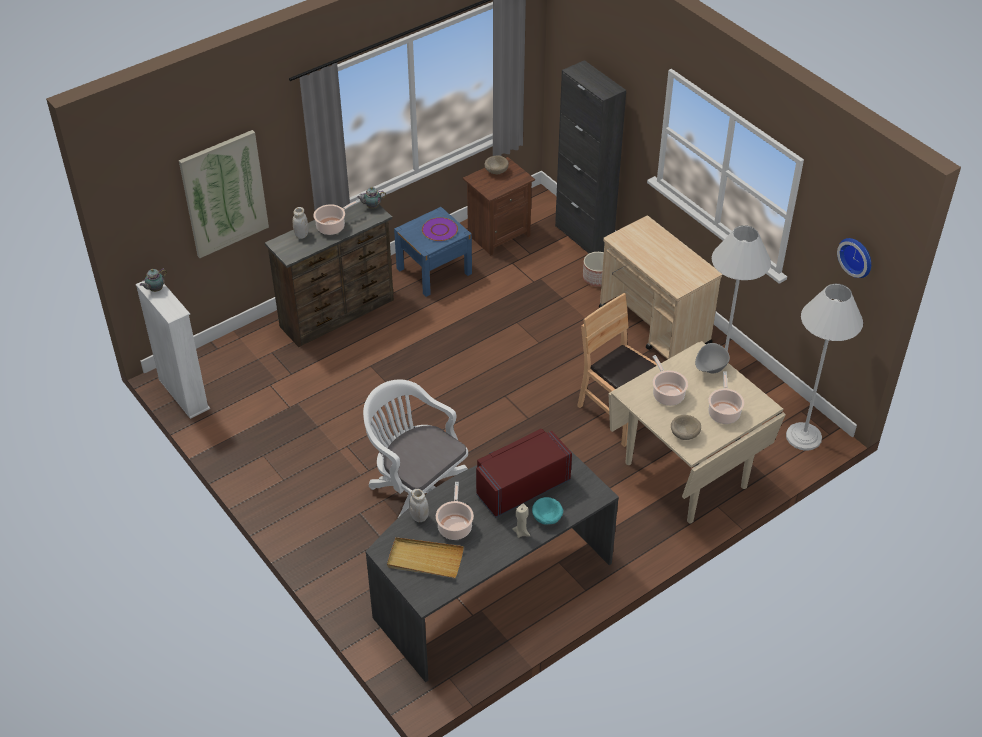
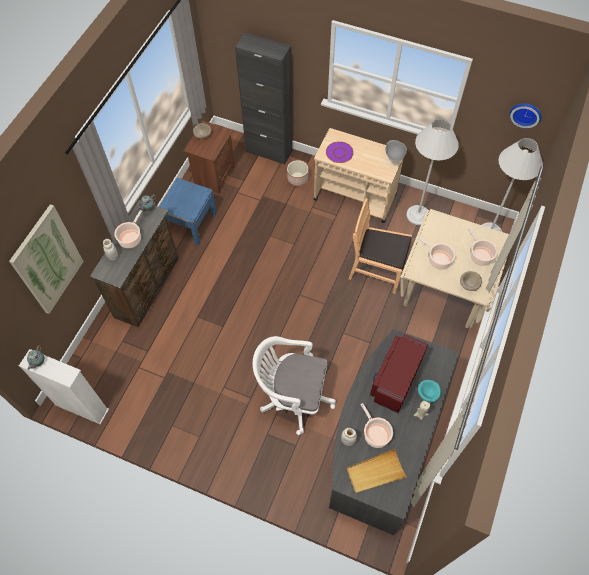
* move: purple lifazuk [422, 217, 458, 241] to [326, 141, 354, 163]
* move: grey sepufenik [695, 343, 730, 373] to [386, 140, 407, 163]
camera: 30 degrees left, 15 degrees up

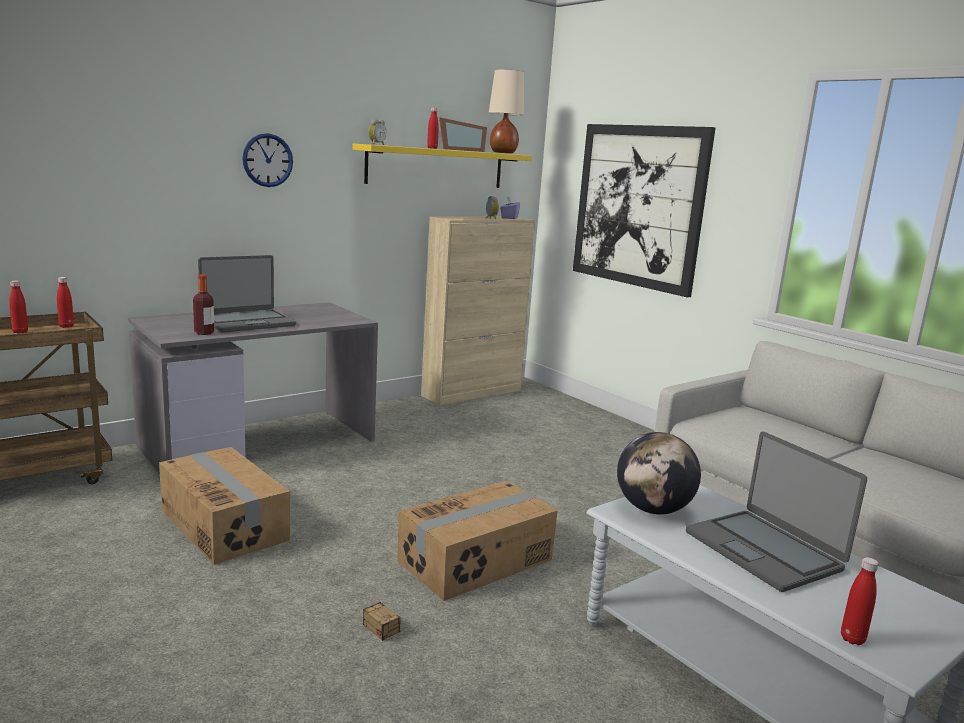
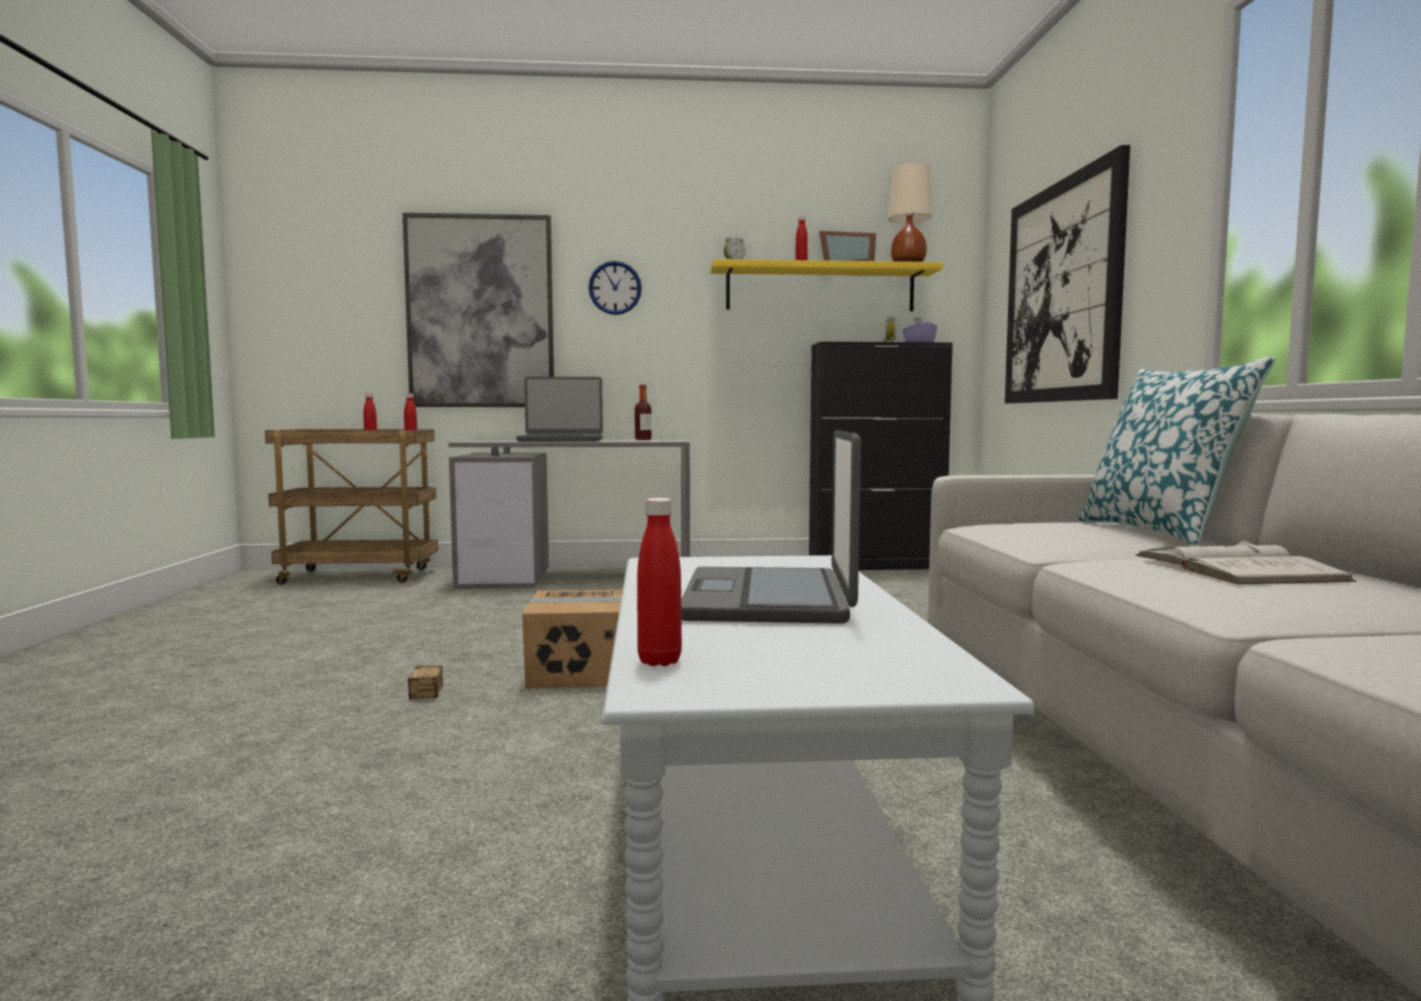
* insert: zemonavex [403, 213, 554, 407]
* move: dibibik [193, 274, 214, 335] to [635, 385, 652, 440]
* recolor: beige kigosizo [421, 216, 535, 405] to black kigosizo [809, 342, 953, 570]
* insert: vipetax [1078, 356, 1276, 546]
* insert: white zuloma [1135, 540, 1356, 584]
* delete: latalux [159, 447, 290, 565]
* delete: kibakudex [617, 432, 701, 514]
camera: 35 degrees right, 10 degrees down

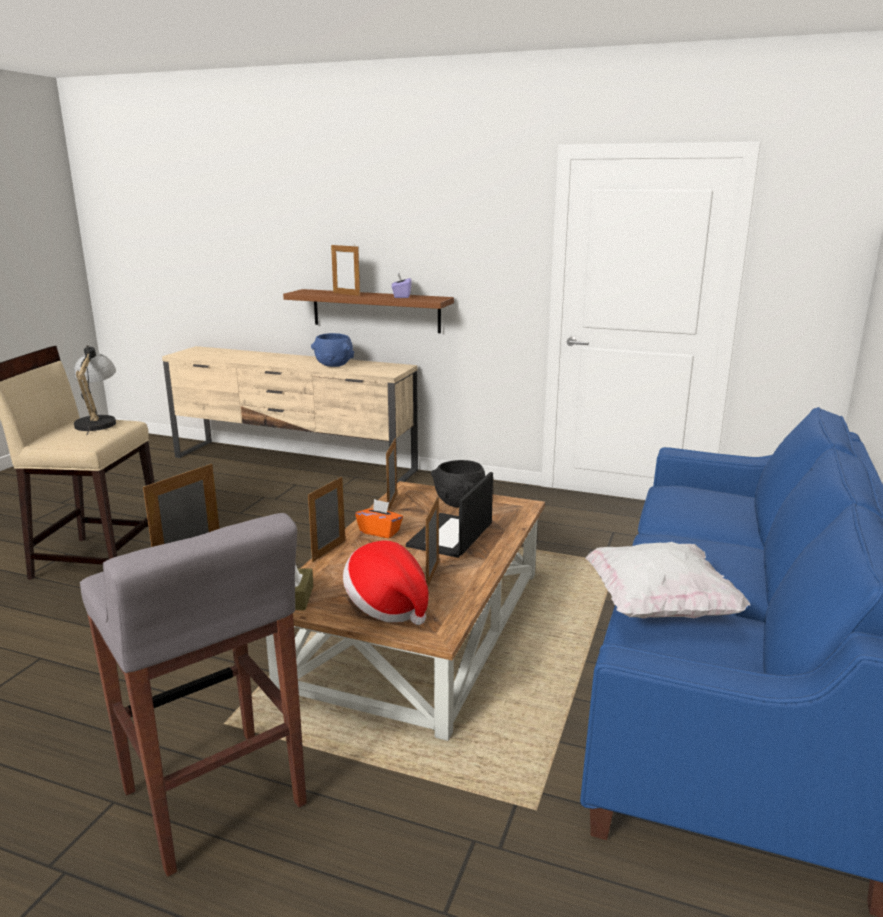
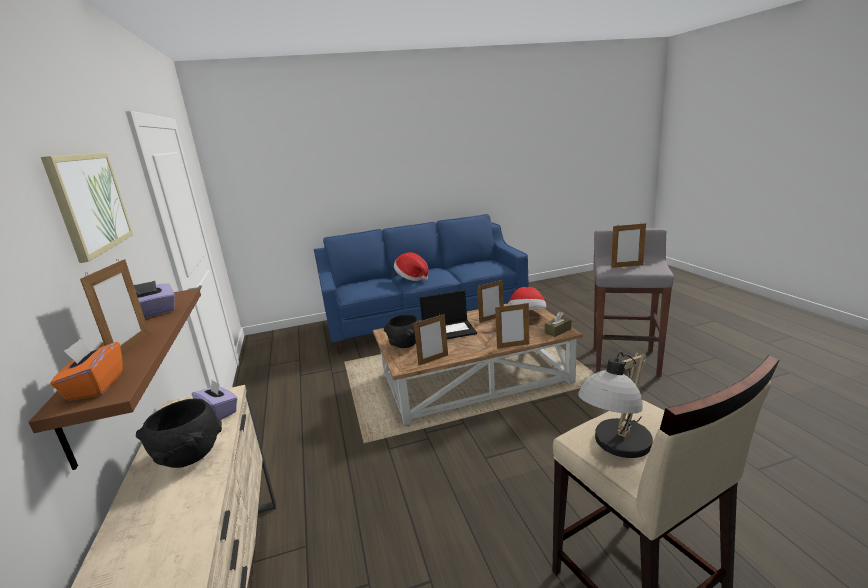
* insert: zemonavex [41, 153, 133, 263]
* move: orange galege [355, 499, 403, 539] to [50, 339, 123, 401]
* recolor: blue sepufenik [311, 333, 354, 367] to black sepufenik [136, 398, 222, 468]
* insert: purple galege [192, 380, 238, 420]
* insert: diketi [394, 252, 428, 281]
* delete: white vipetax [585, 542, 750, 619]
camera: 125 degrees left, 0 degrees up

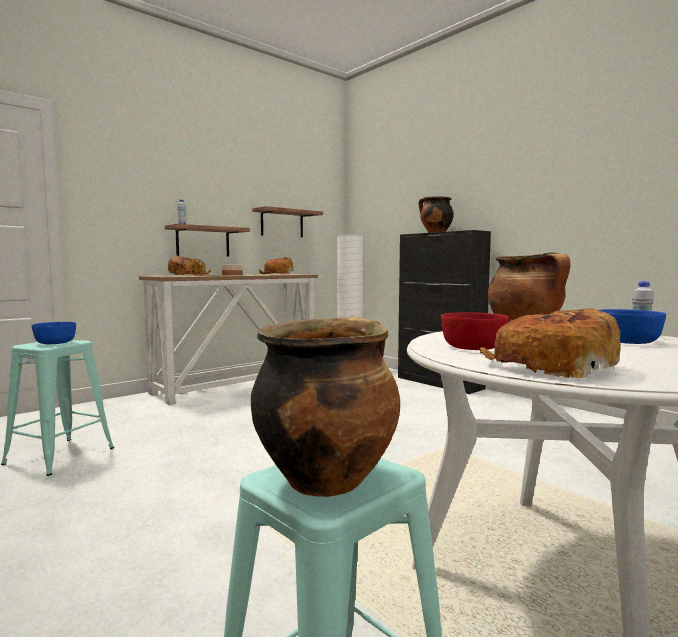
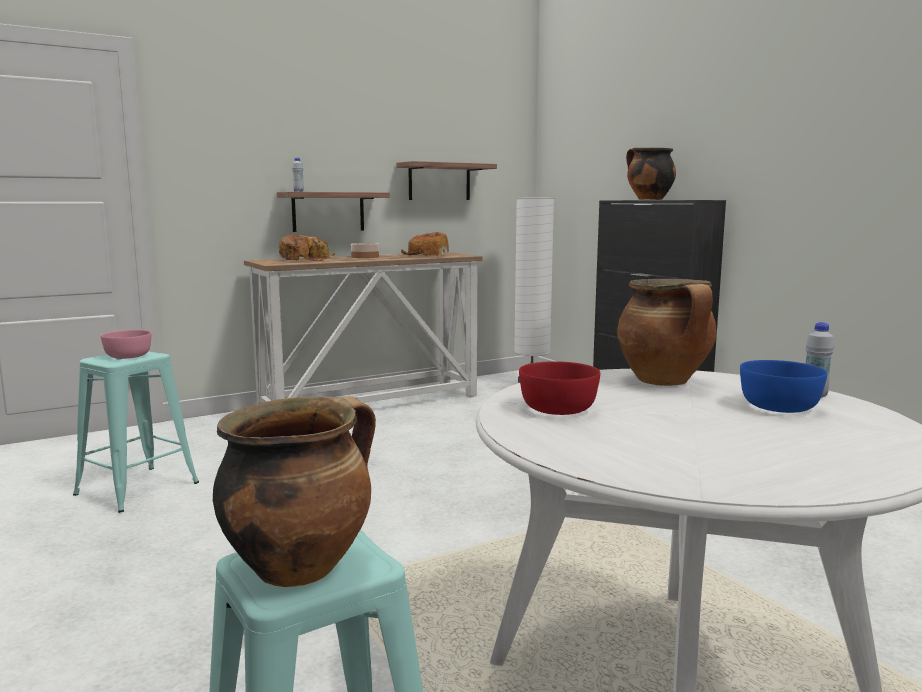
* recolor: blue sepufenik [31, 322, 76, 344] to pink sepufenik [101, 330, 152, 359]
* delete: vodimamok [480, 308, 621, 378]
camera: 10 degrees right, 5 degrees up

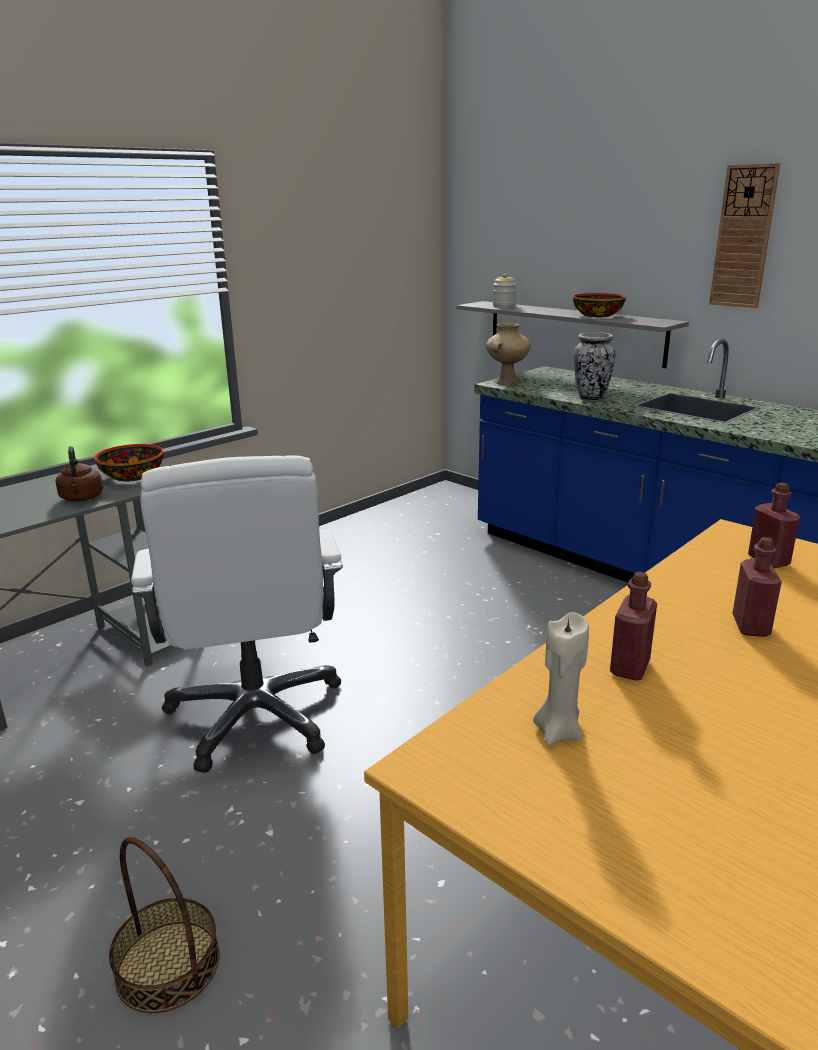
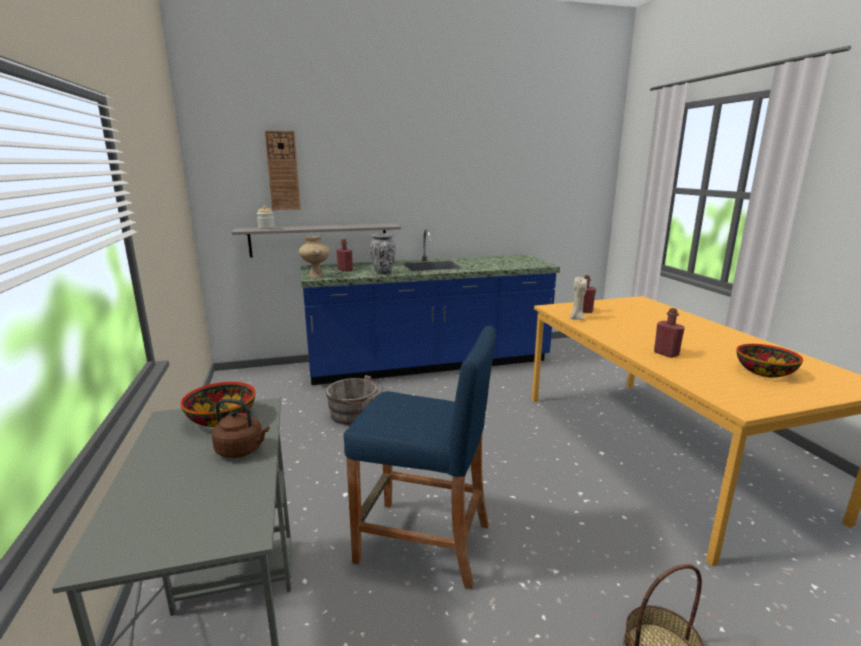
* move: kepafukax [709, 163, 780, 308] to [264, 130, 301, 210]
* insert: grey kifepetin [326, 375, 384, 425]
* move: red dibibik [732, 537, 782, 637] to [337, 239, 353, 272]
* replace: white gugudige [131, 455, 343, 773] to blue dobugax [344, 326, 496, 590]
* move: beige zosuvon [533, 612, 589, 745] to [570, 277, 587, 320]
* move: sepufenik [573, 293, 626, 317] to [736, 344, 803, 378]
camera: 60 degrees left, 5 degrees down

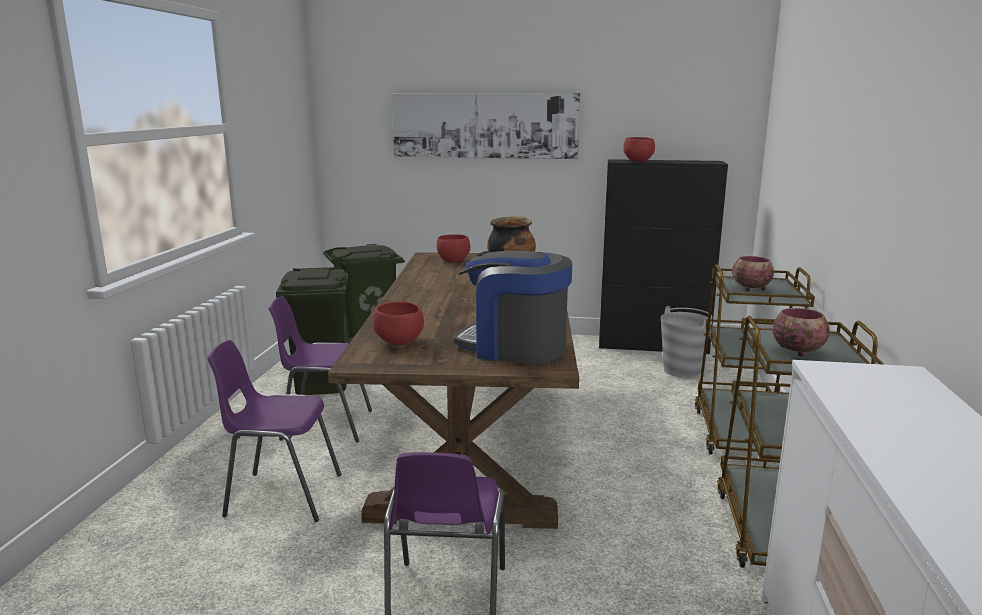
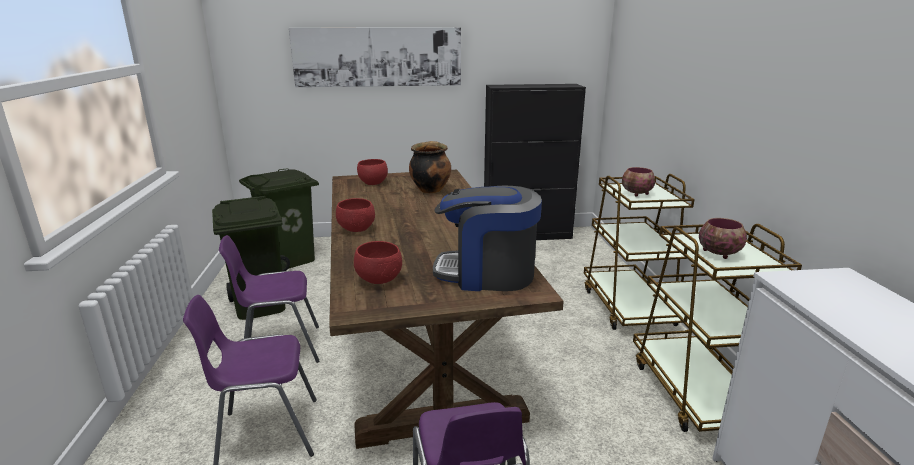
* move: red sepufenik [623, 137, 655, 162] to [336, 198, 375, 232]
* delete: grey kifepetin [661, 306, 712, 378]
camera: 15 degrees left, 5 degrees up

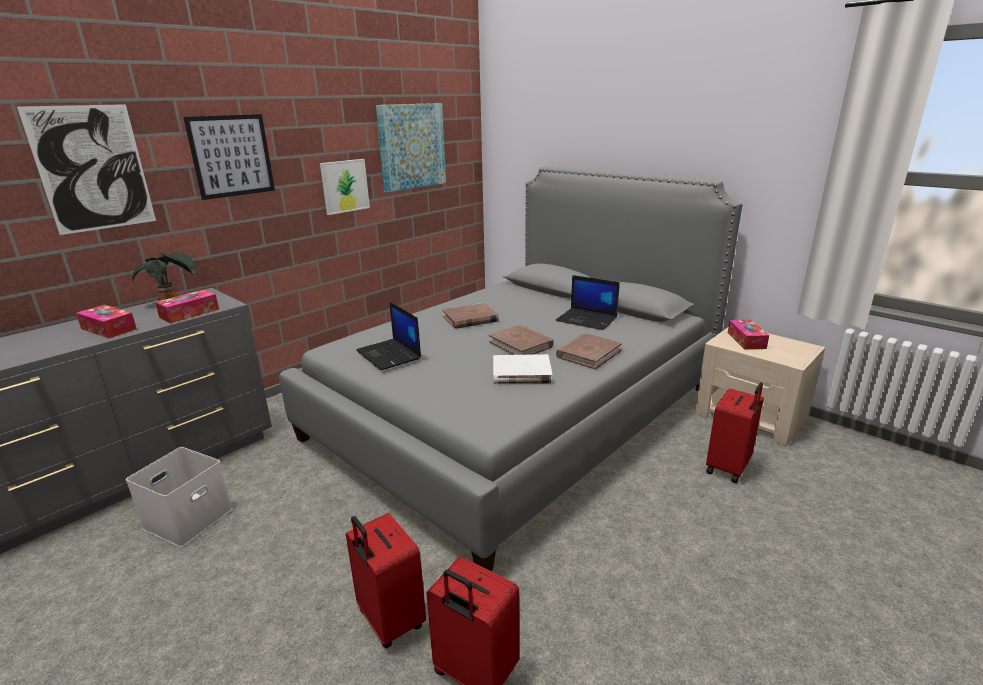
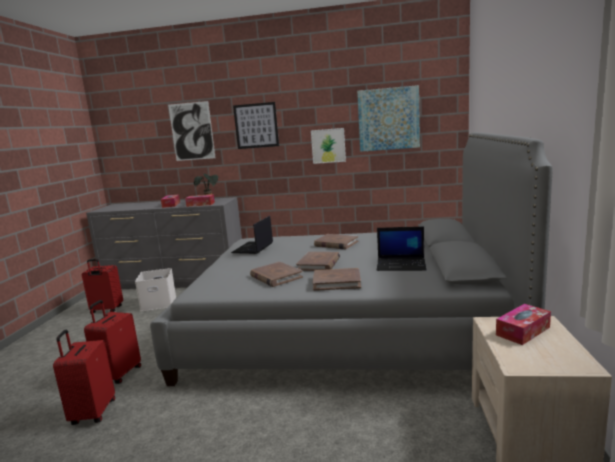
* move: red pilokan [706, 382, 764, 483] to [82, 259, 123, 314]
* recolor: white zuloma [493, 354, 553, 384] to brown zuloma [250, 262, 303, 287]
* rotate: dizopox [555, 275, 620, 330] = [377, 227, 426, 271] 75 degrees counterclockwise
camera: 55 degrees right, 10 degrees down

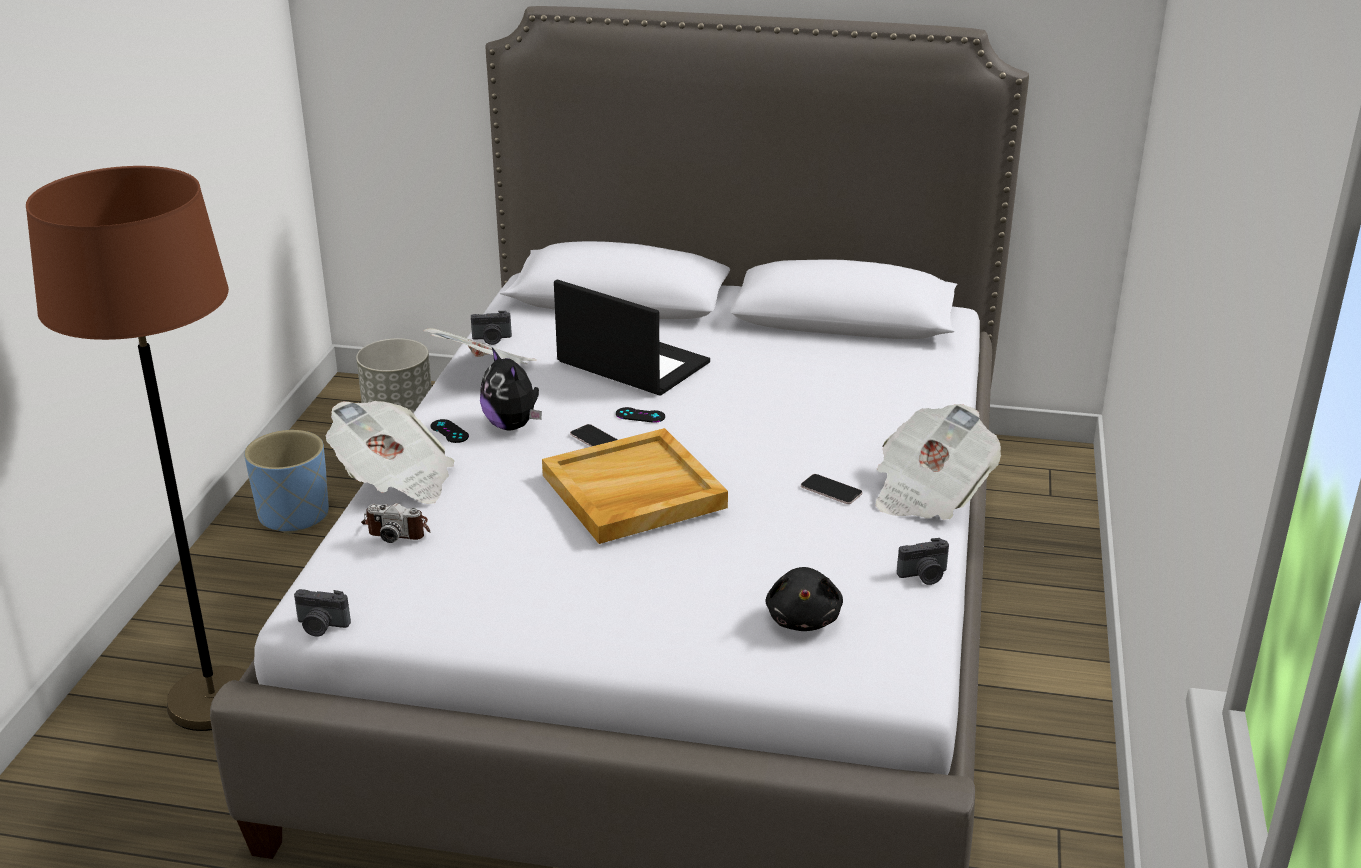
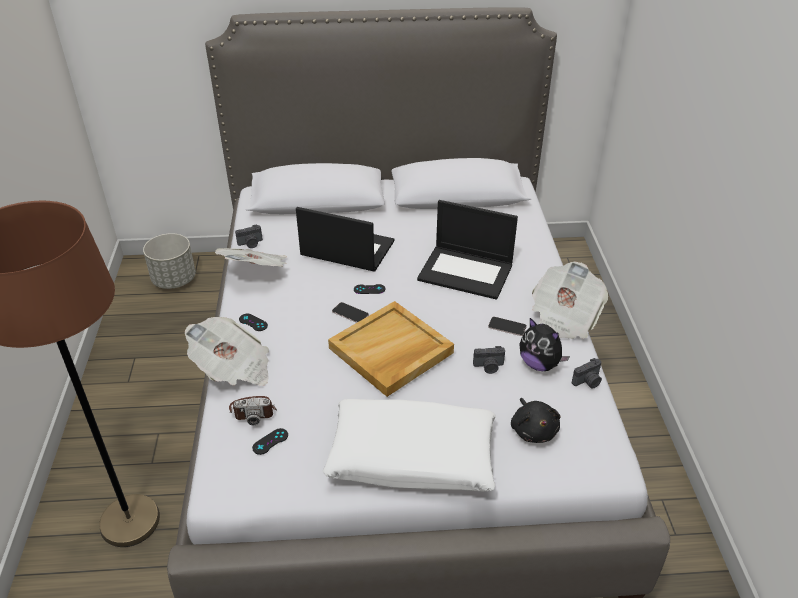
* insert: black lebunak [252, 428, 288, 455]
* insert: white vipetax [322, 399, 495, 491]
* insert: dizopox [417, 200, 518, 300]
* move: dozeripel [294, 589, 351, 637] to [473, 346, 505, 374]
* move: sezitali [480, 348, 542, 431] to [519, 318, 570, 371]
* delete: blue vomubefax [244, 430, 329, 534]
camera: 15 degrees left, 10 degrees up

